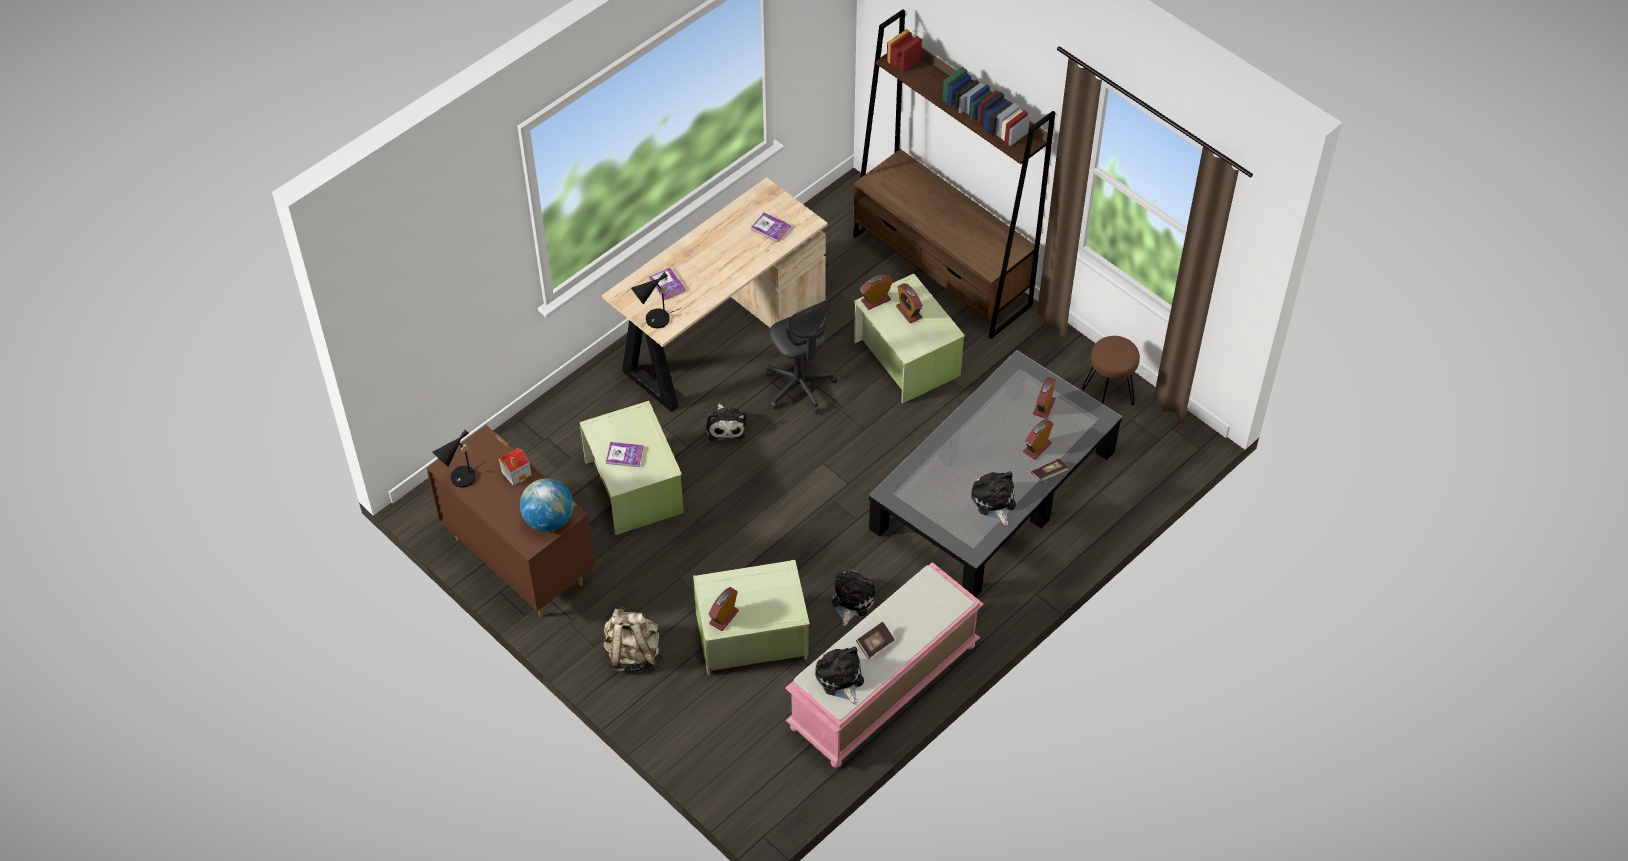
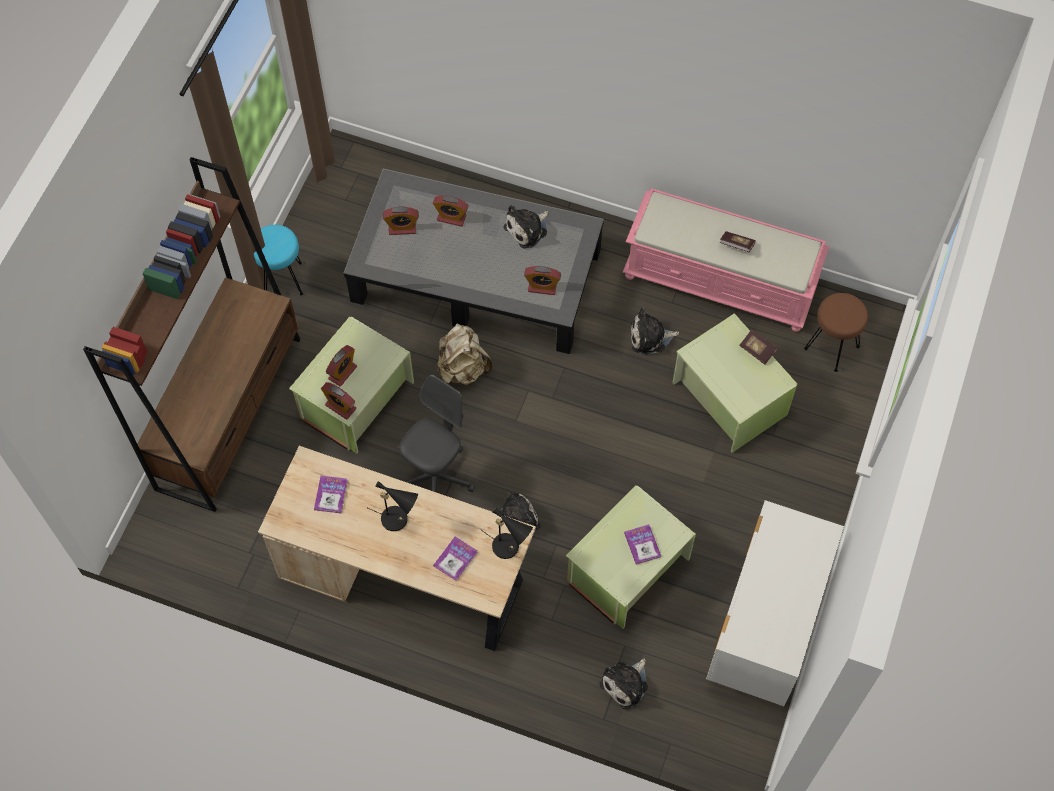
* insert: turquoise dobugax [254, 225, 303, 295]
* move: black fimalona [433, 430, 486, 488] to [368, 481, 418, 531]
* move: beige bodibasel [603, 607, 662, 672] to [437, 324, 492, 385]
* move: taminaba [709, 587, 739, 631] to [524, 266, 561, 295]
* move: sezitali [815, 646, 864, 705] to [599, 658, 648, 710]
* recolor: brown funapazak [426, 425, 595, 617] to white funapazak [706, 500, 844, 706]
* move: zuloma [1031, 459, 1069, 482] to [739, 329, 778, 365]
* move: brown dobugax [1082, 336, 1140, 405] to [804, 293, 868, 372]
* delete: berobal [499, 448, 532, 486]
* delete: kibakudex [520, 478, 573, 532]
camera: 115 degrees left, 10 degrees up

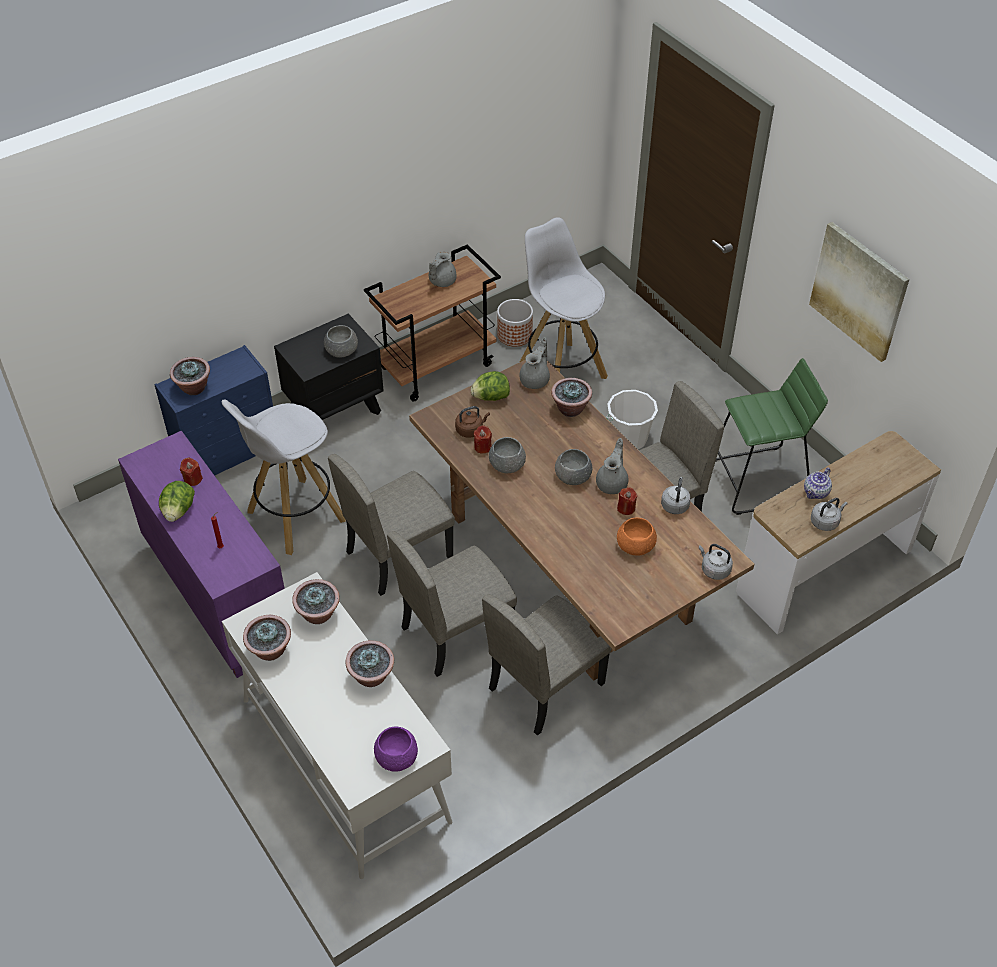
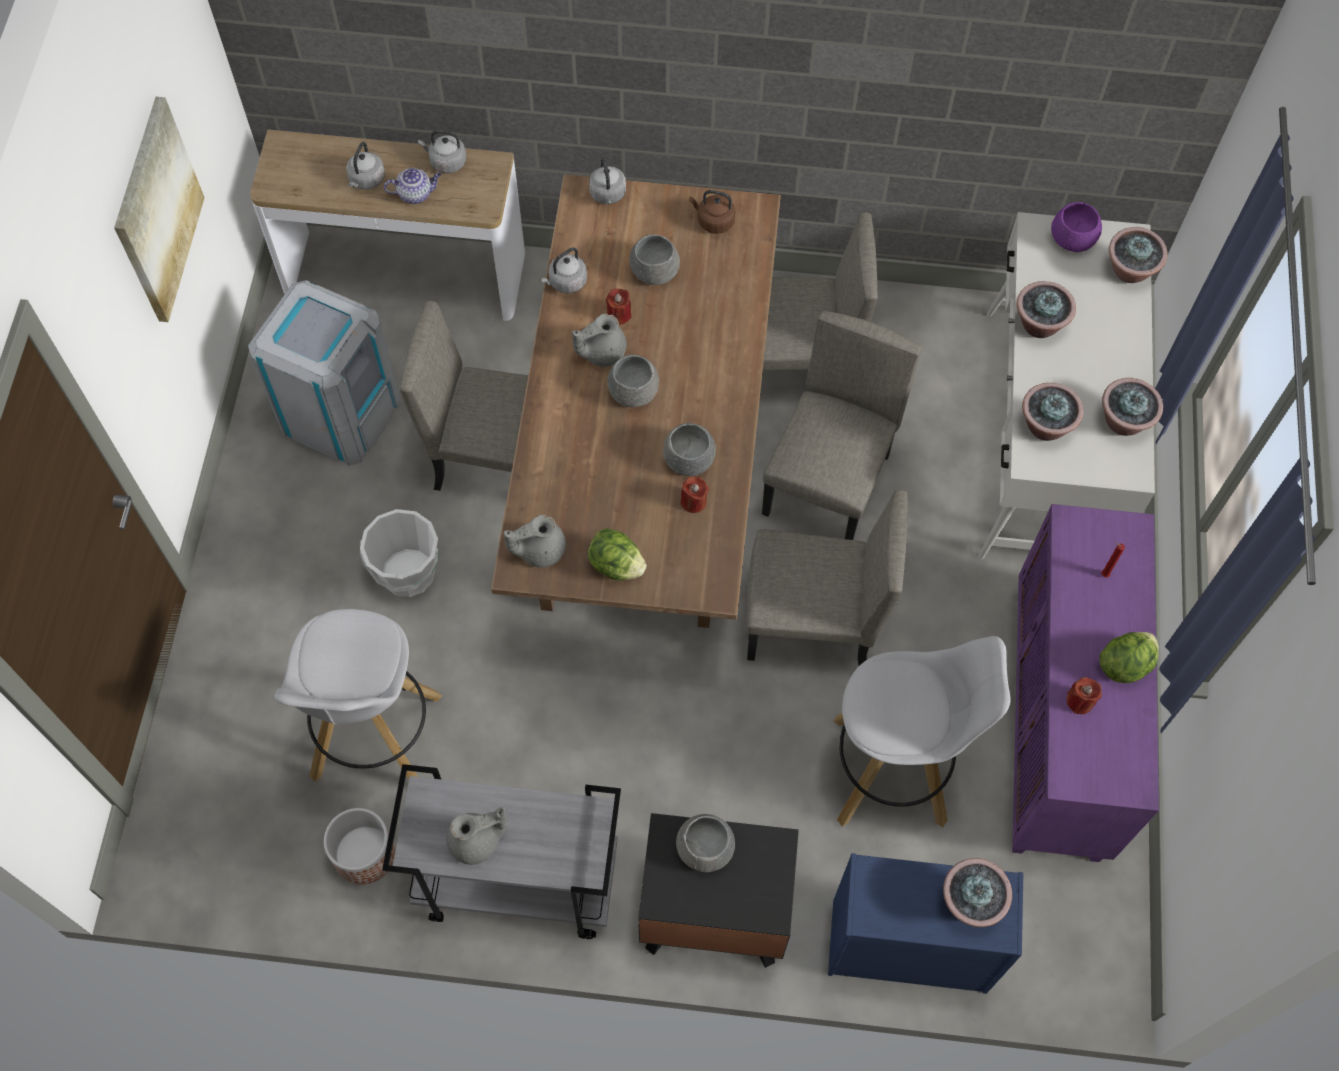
* replace: green dobugax [715, 358, 828, 515] to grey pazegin [248, 280, 401, 466]
* insert: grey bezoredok [346, 142, 385, 190]
* recolor: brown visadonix [364, 244, 501, 402] to grey visadonix [382, 764, 621, 939]
* recolor: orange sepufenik [617, 518, 657, 556] to grey sepufenik [629, 234, 680, 285]
* move: brown bezoredok [455, 406, 490, 438] to [689, 190, 736, 234]
* rotate: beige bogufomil [387, 531, 517, 677] = [762, 311, 922, 540] 75 degrees counterclockwise
* move: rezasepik [551, 378, 592, 417] to [1109, 227, 1168, 283]
camera: 140 degrees left, 15 degrees up

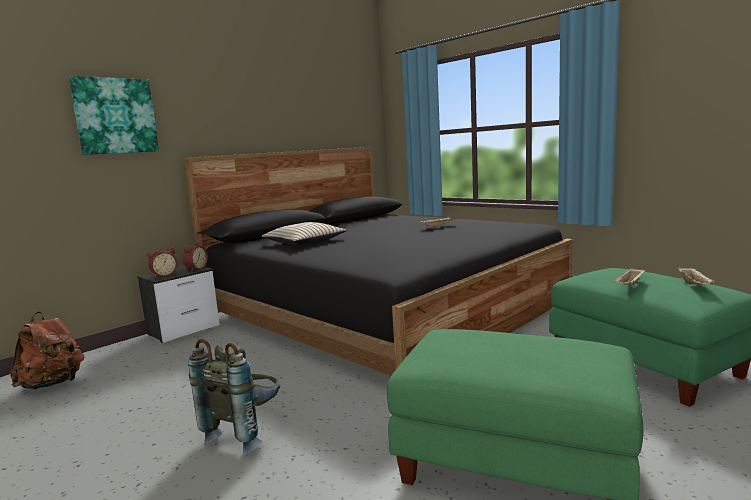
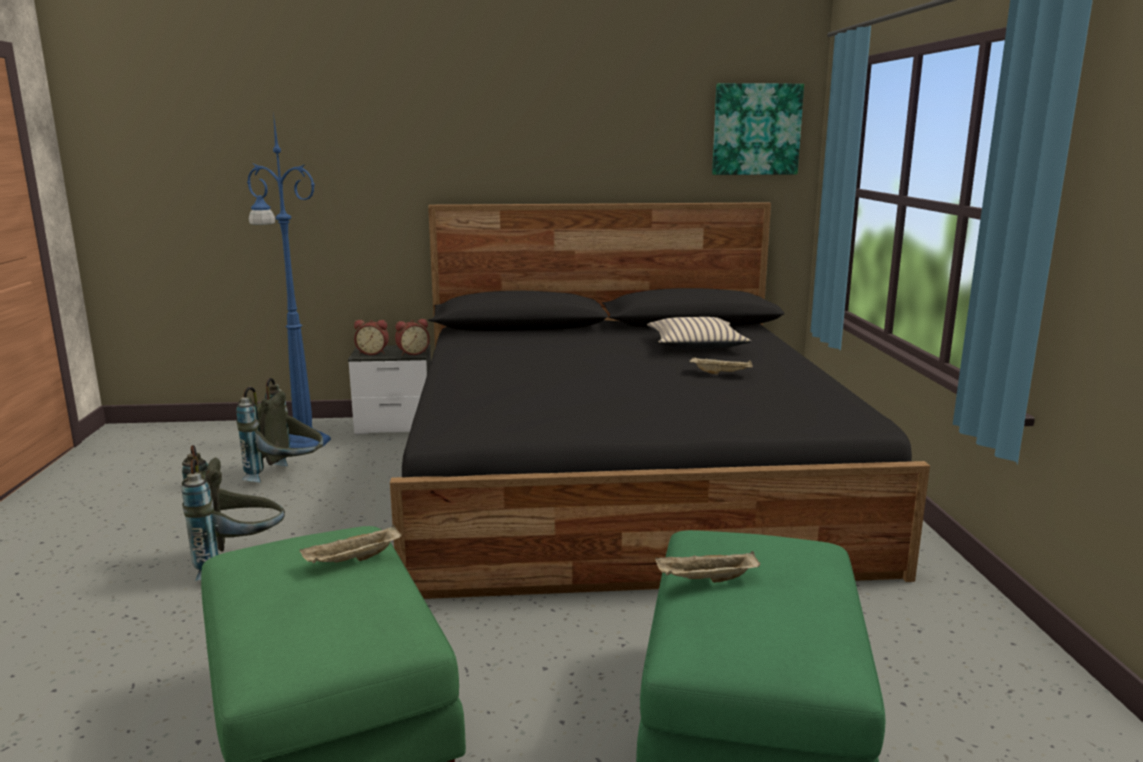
* insert: grey bodibasel [236, 378, 324, 483]
* insert: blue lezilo [247, 113, 331, 448]
* move: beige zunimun [678, 266, 714, 285] to [300, 525, 402, 563]
* move: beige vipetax [261, 222, 347, 245] to [647, 317, 751, 349]
* move: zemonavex [69, 76, 159, 155] to [712, 83, 804, 175]
* delete: brown bodibasel [10, 312, 85, 390]
camera: 40 degrees right, 5 degrees up

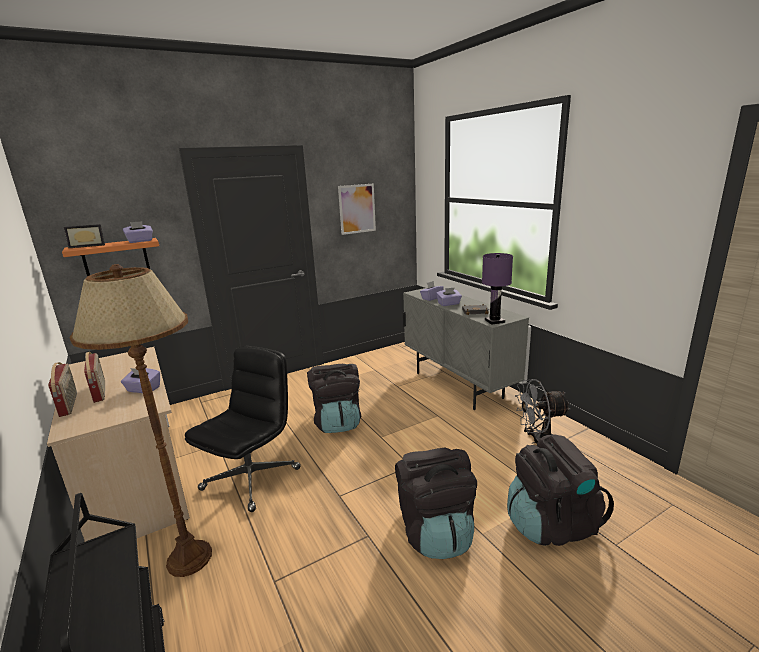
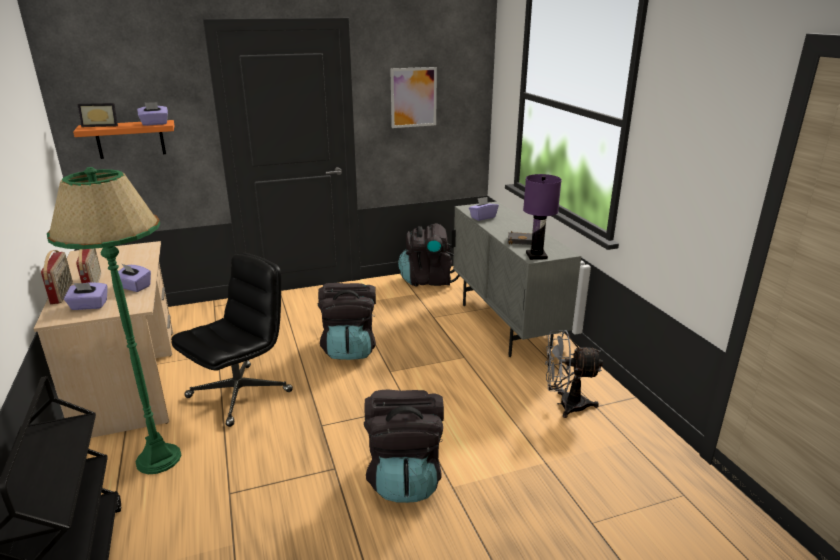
* recolor: brown lezilo [69, 264, 212, 577] to green lezilo [47, 167, 181, 474]
* move: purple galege [436, 287, 462, 306] to [64, 283, 108, 310]
* move: black bodibasel [507, 434, 614, 546] to [398, 223, 459, 286]
camera: 10 degrees right, 5 degrees up

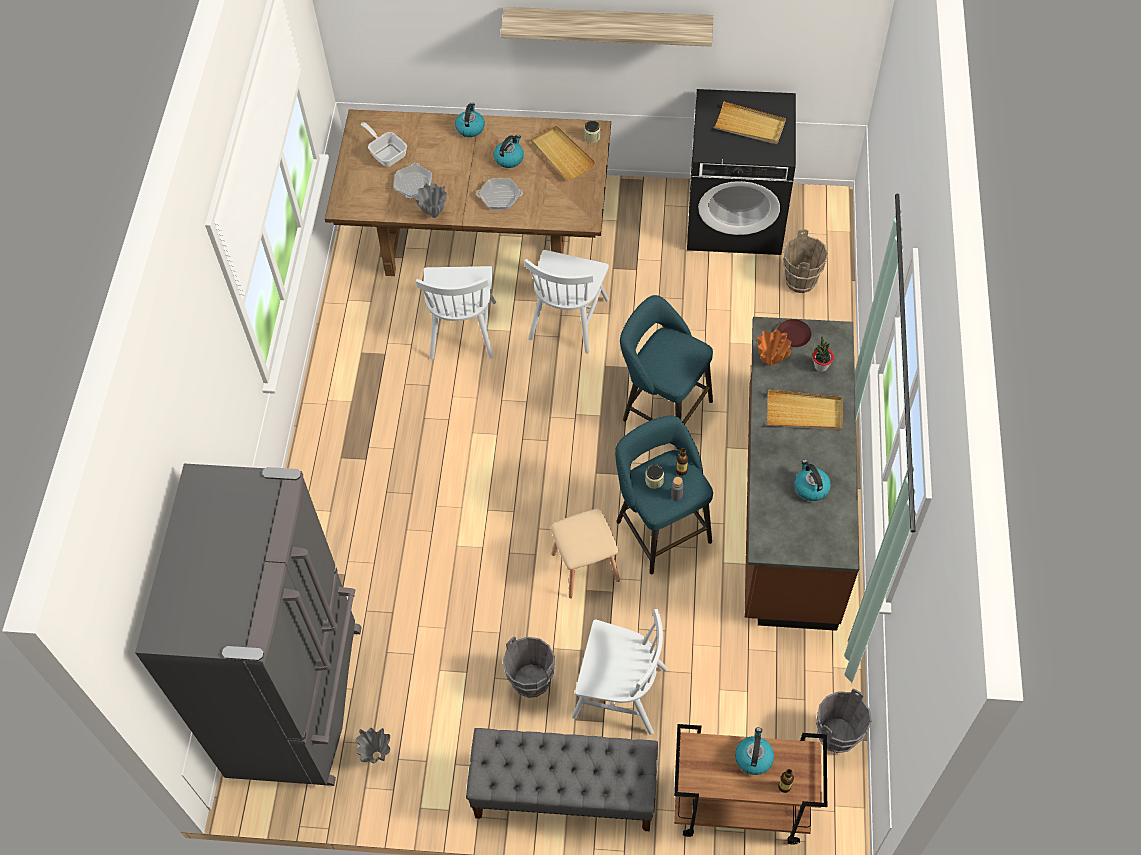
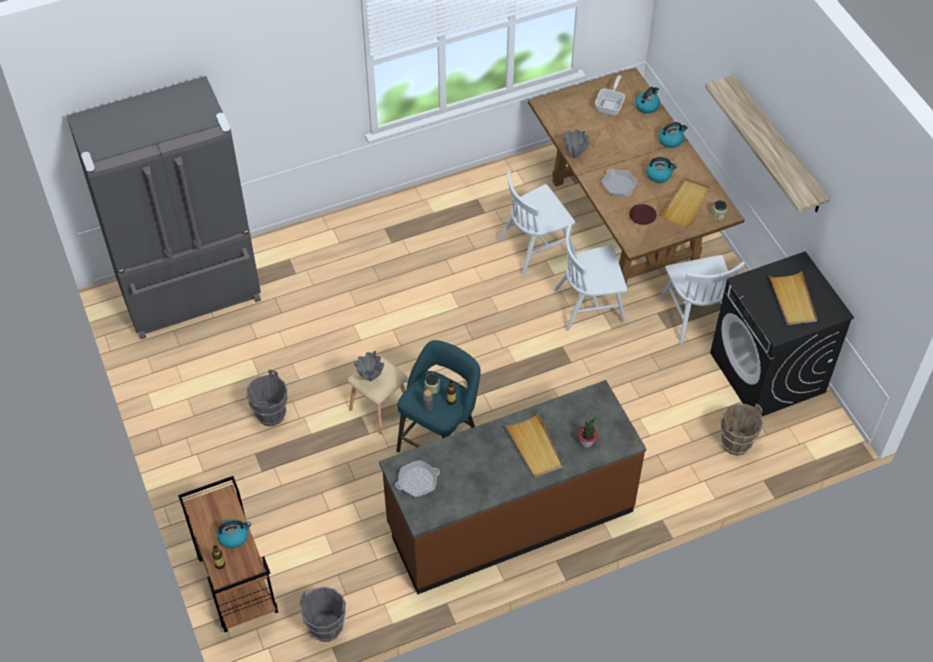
* move: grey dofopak [356, 728, 390, 763] to [354, 351, 384, 381]
* move: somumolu [393, 163, 432, 198] to [395, 460, 440, 497]
* move: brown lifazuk [777, 319, 811, 347] to [629, 204, 657, 225]
* move: bezoredok [794, 459, 831, 501] to [635, 87, 660, 114]
* move: white bogufomil [572, 609, 668, 735] to [660, 255, 745, 344]
* delete: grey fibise [466, 728, 658, 831]
* delete: turquoise dobugax [620, 295, 713, 450]
* delete: orange dofopak [757, 329, 791, 366]
camera: 60 degrees right, 5 degrees down

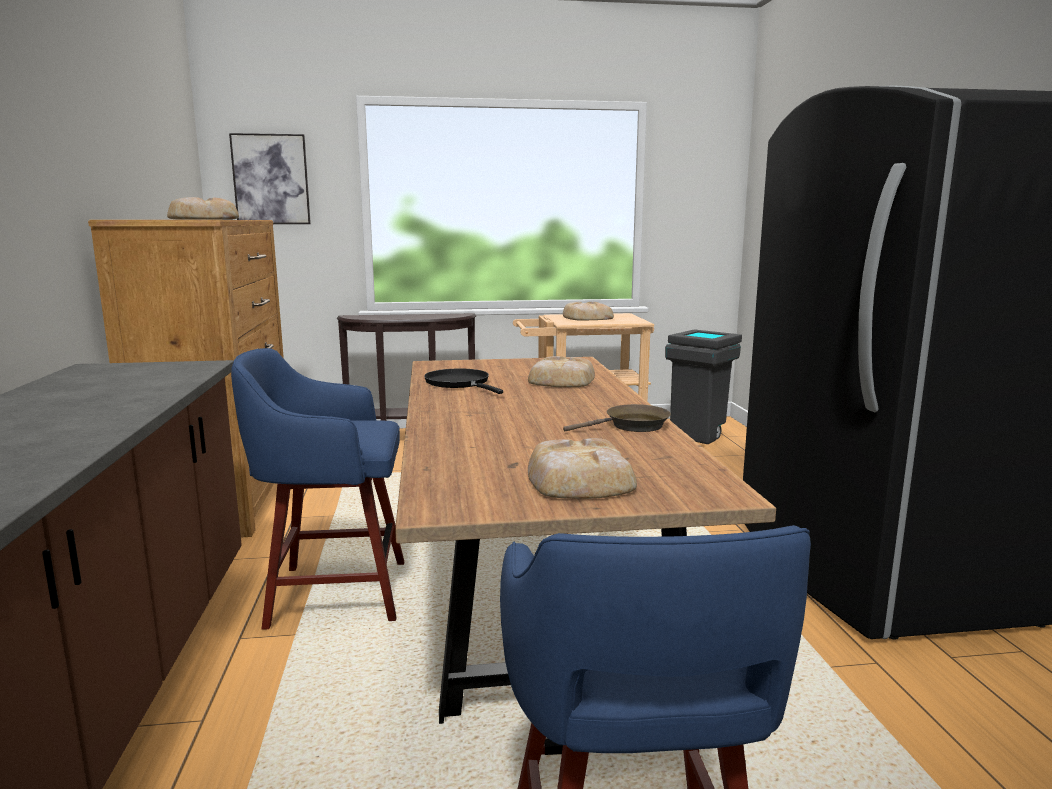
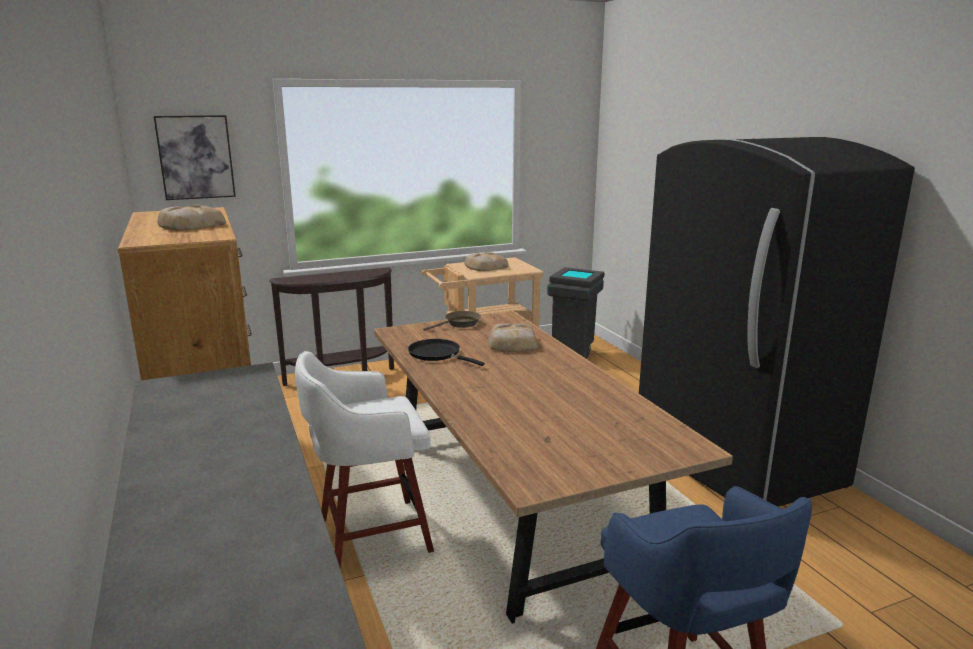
* recolor: blue dobugax [231, 348, 404, 630] to white dobugax [295, 351, 434, 569]
* move: brown somumolu [563, 404, 671, 432] to [423, 311, 481, 331]
* delete: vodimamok [528, 438, 637, 499]
camera: 15 degrees left, 5 degrees up

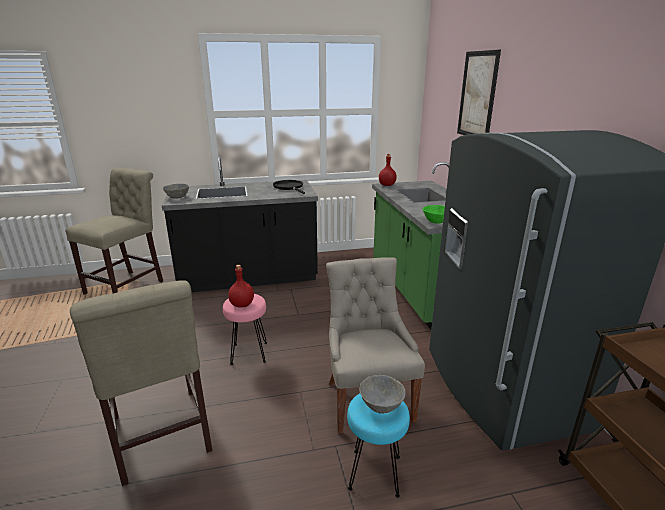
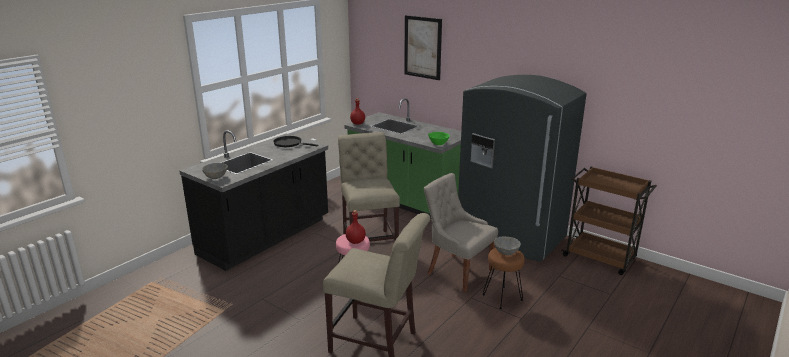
* move: beige bogufomil [65, 167, 163, 295] to [338, 132, 400, 242]
* recolor: turquoise dobugax [347, 394, 410, 498] to brown dobugax [482, 248, 525, 309]
camera: 40 degrees left, 0 degrees up

